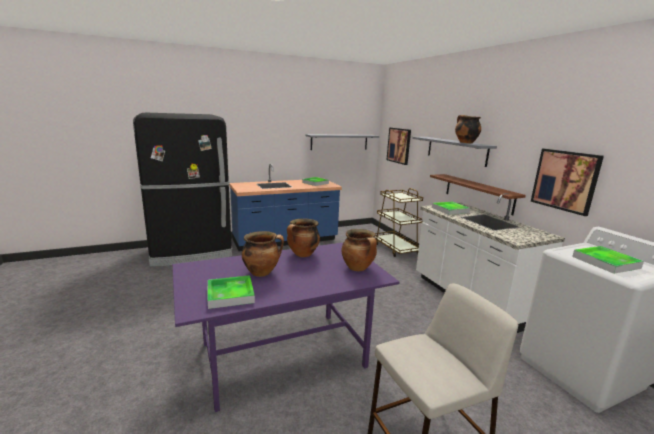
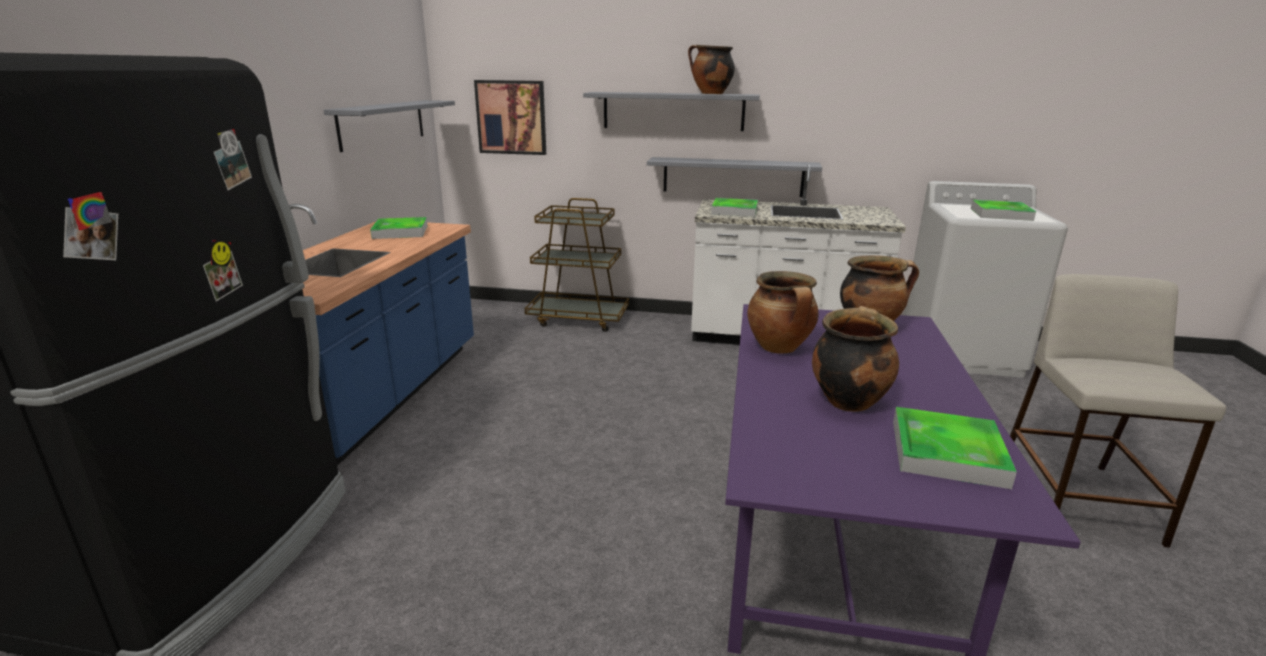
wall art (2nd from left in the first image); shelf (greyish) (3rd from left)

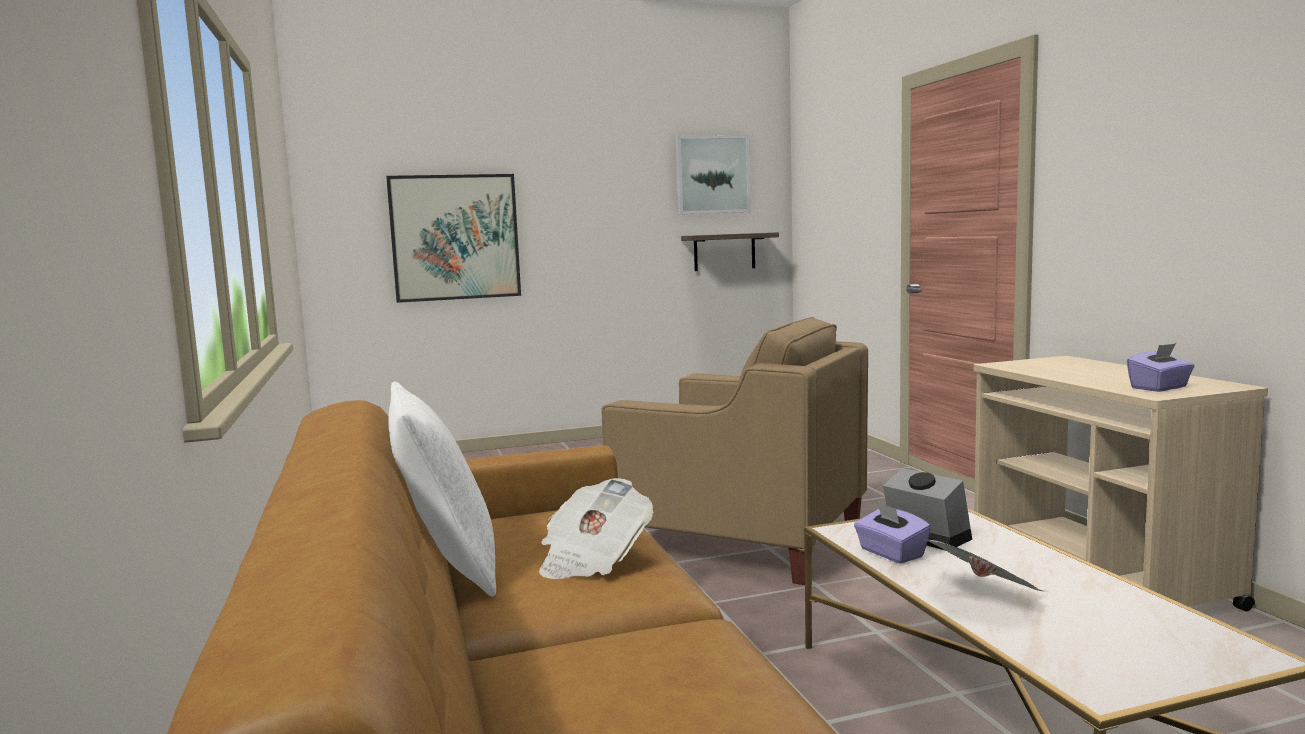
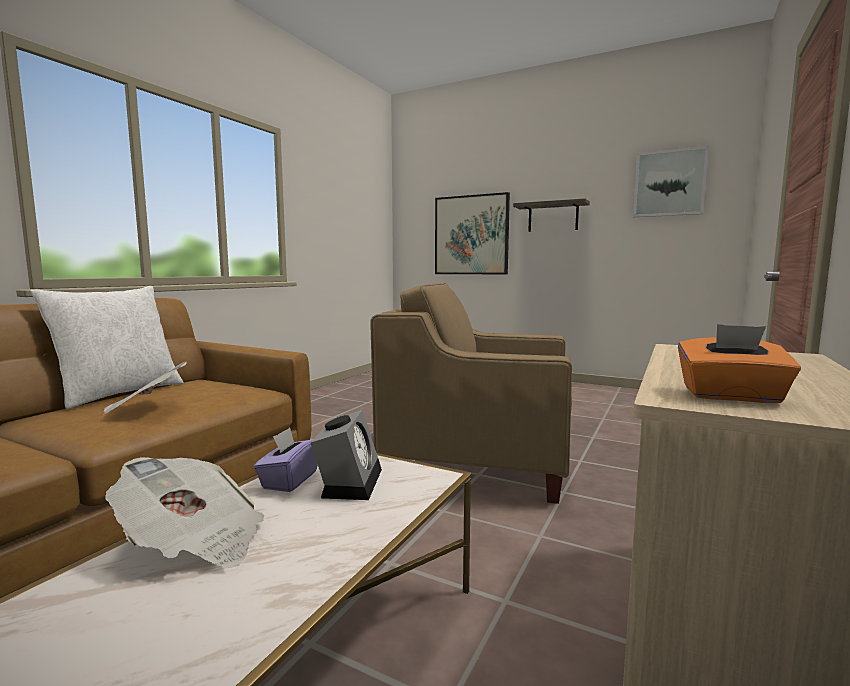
shelf; box of tissues (orange); armchair (beige)

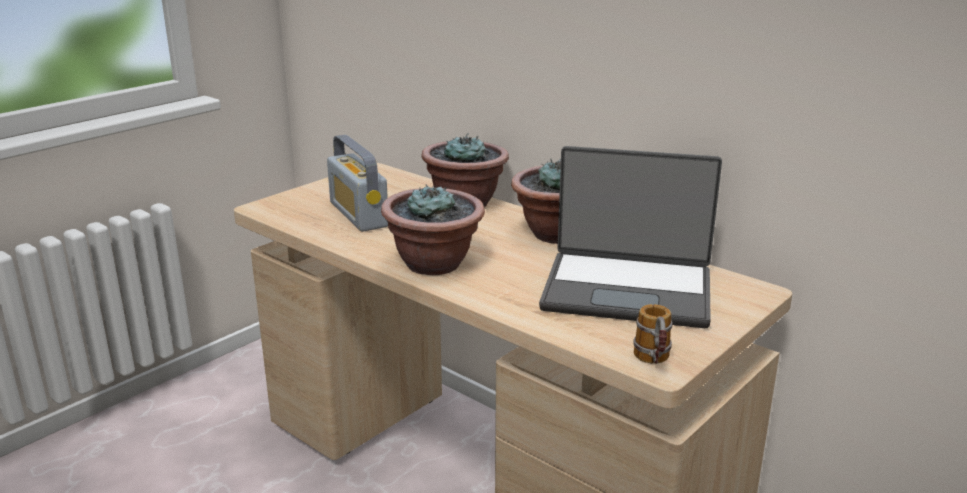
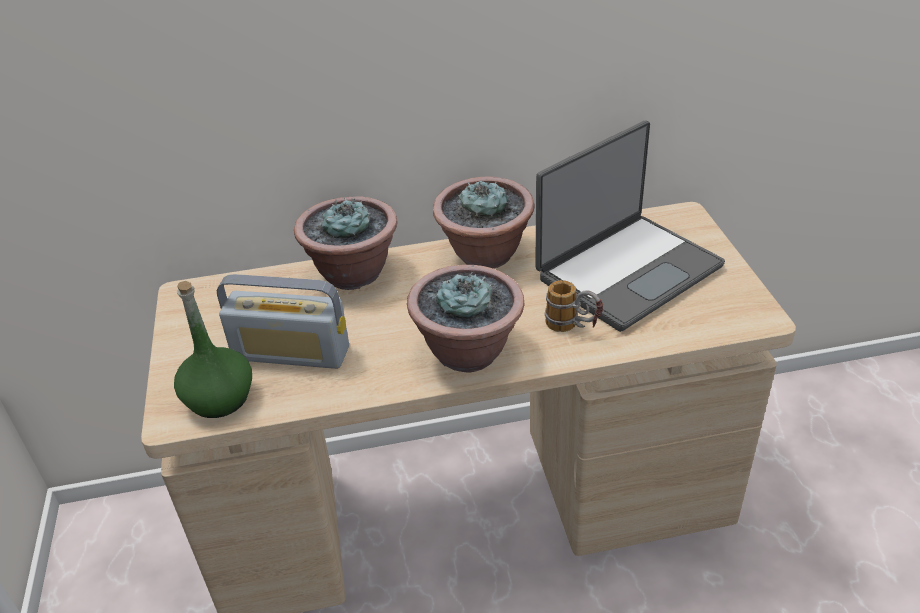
beverage bottle (green-coloured); coffee mug

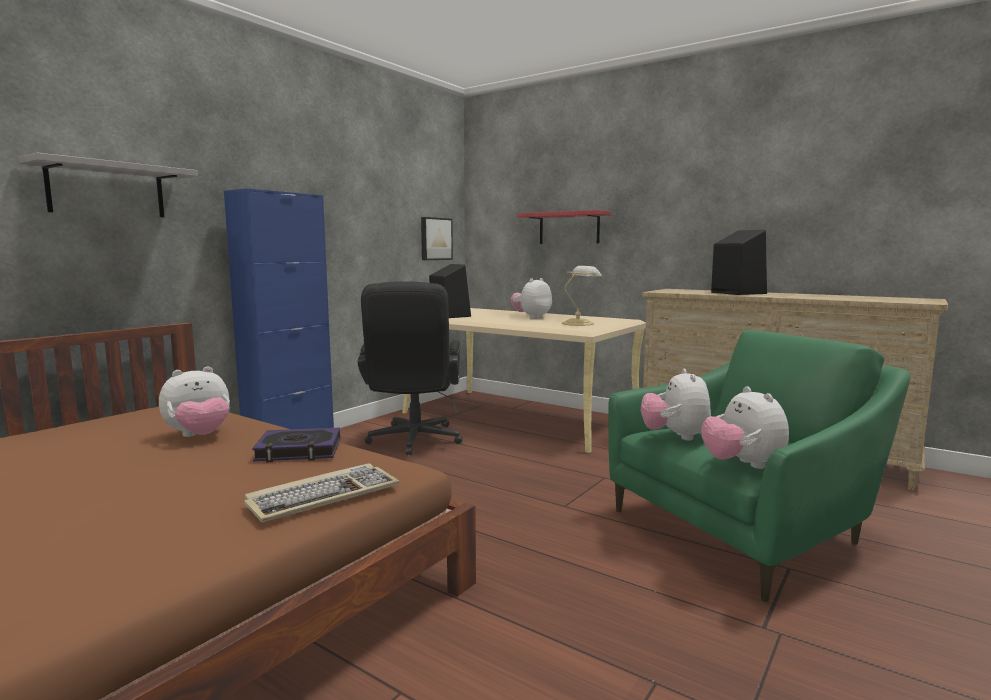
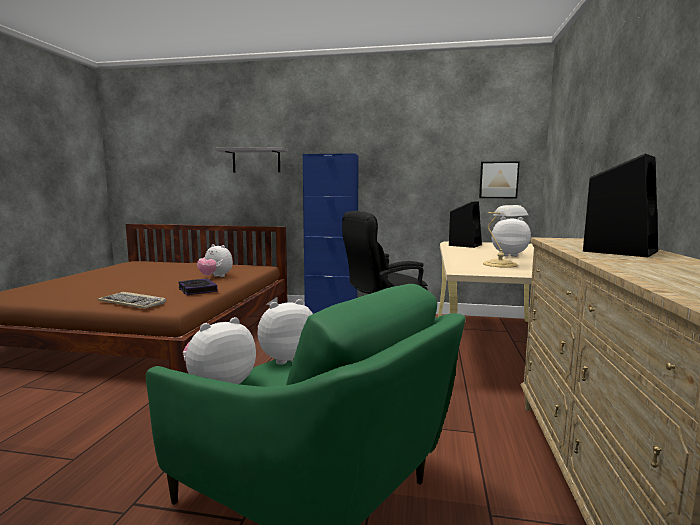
shelf (reddish)

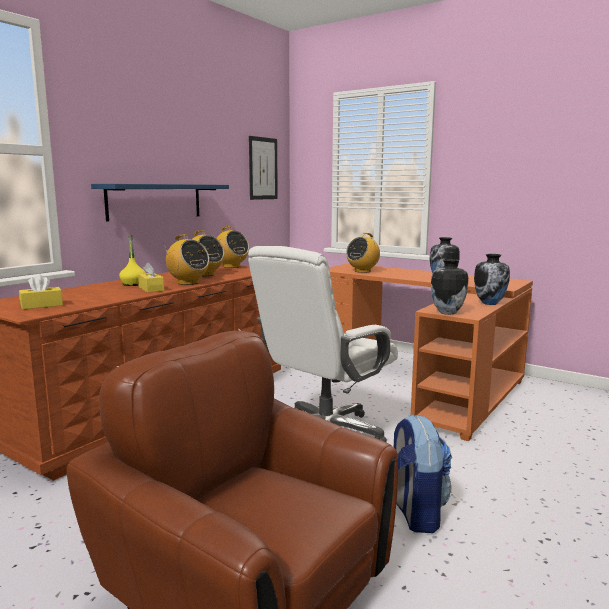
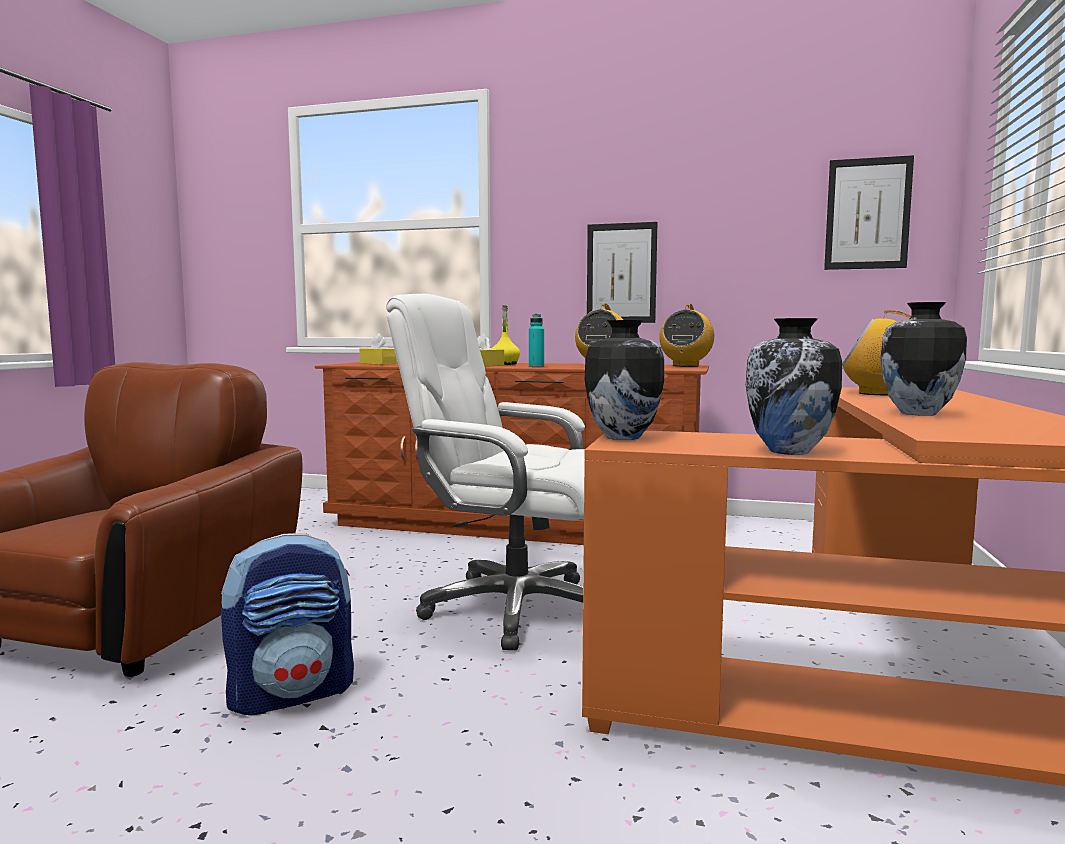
wall art (1st from left); beverage bottle (turquoise-coloured)

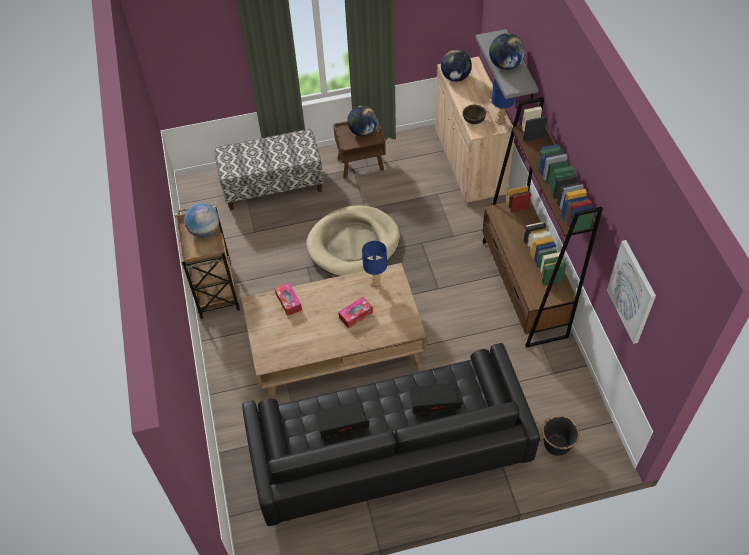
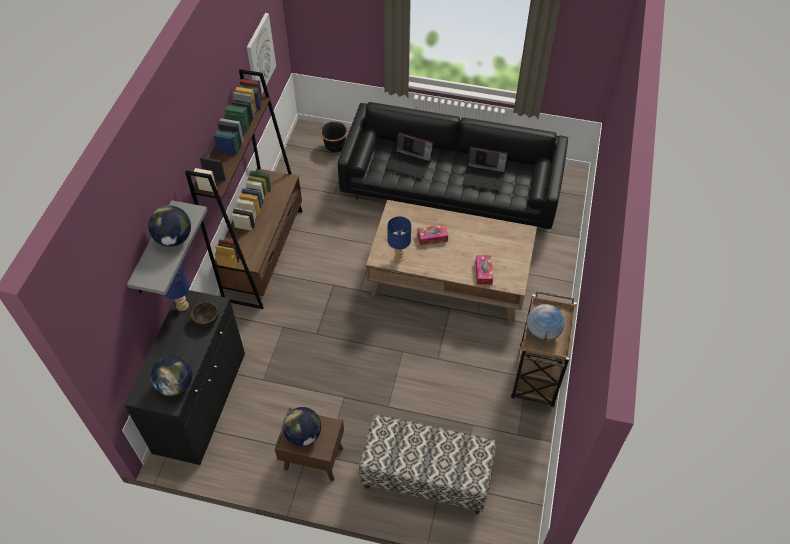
dog cushion (beige); cabinet (black)

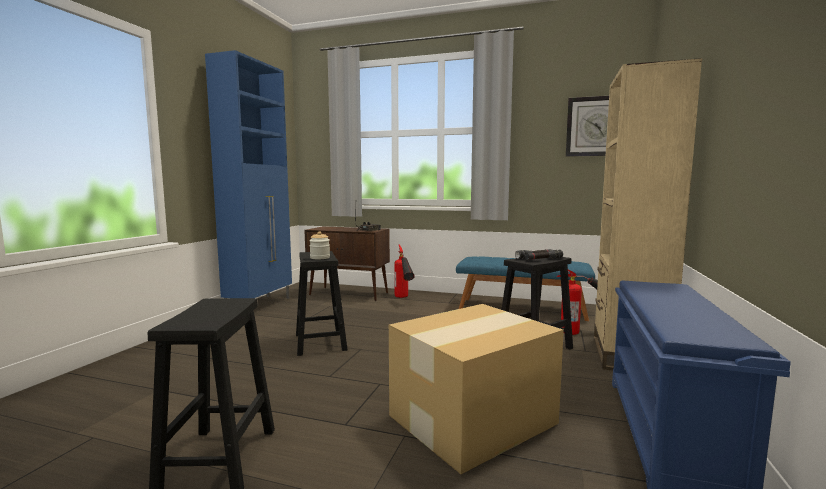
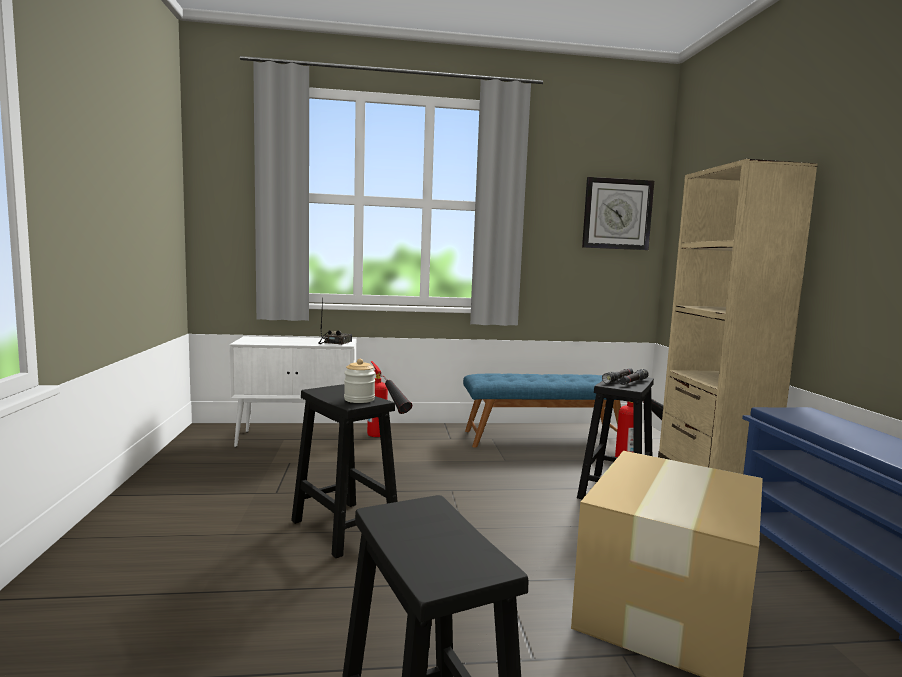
cabinet (blue-coloured); cabinet (white)

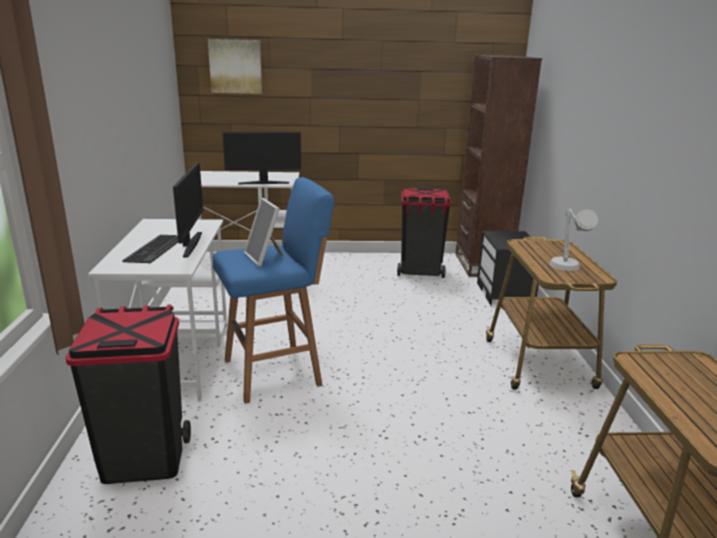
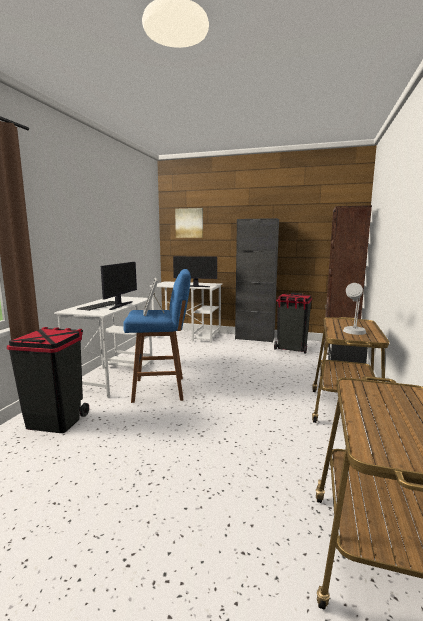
cabinet (black)

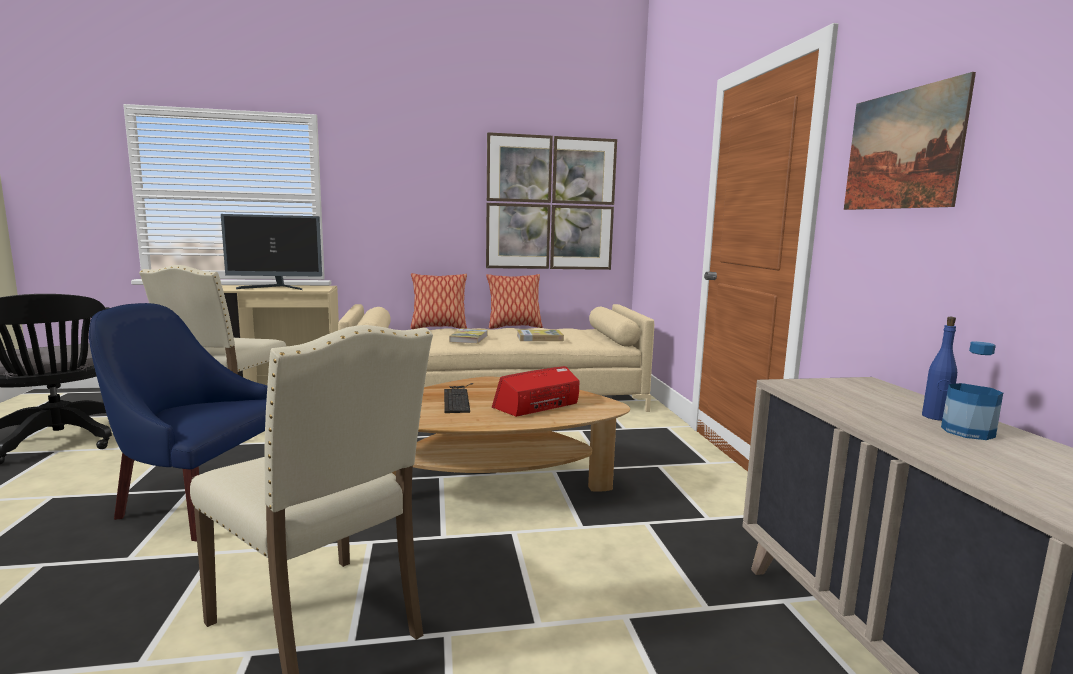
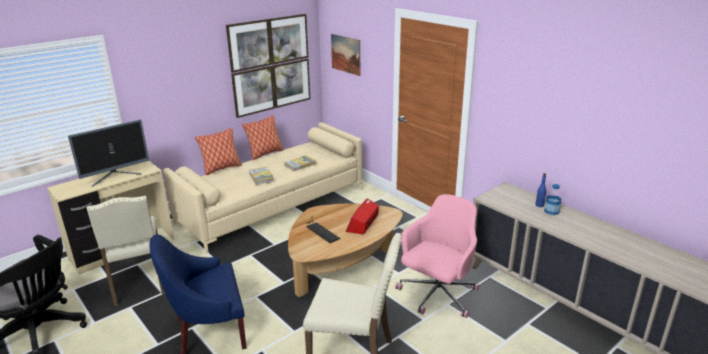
office chair (pink-coloured); wall art (2nd from left)

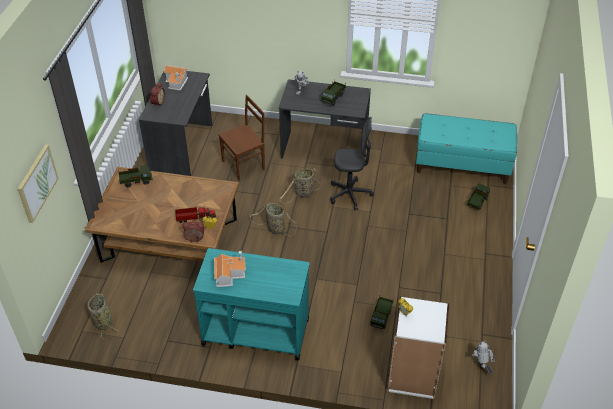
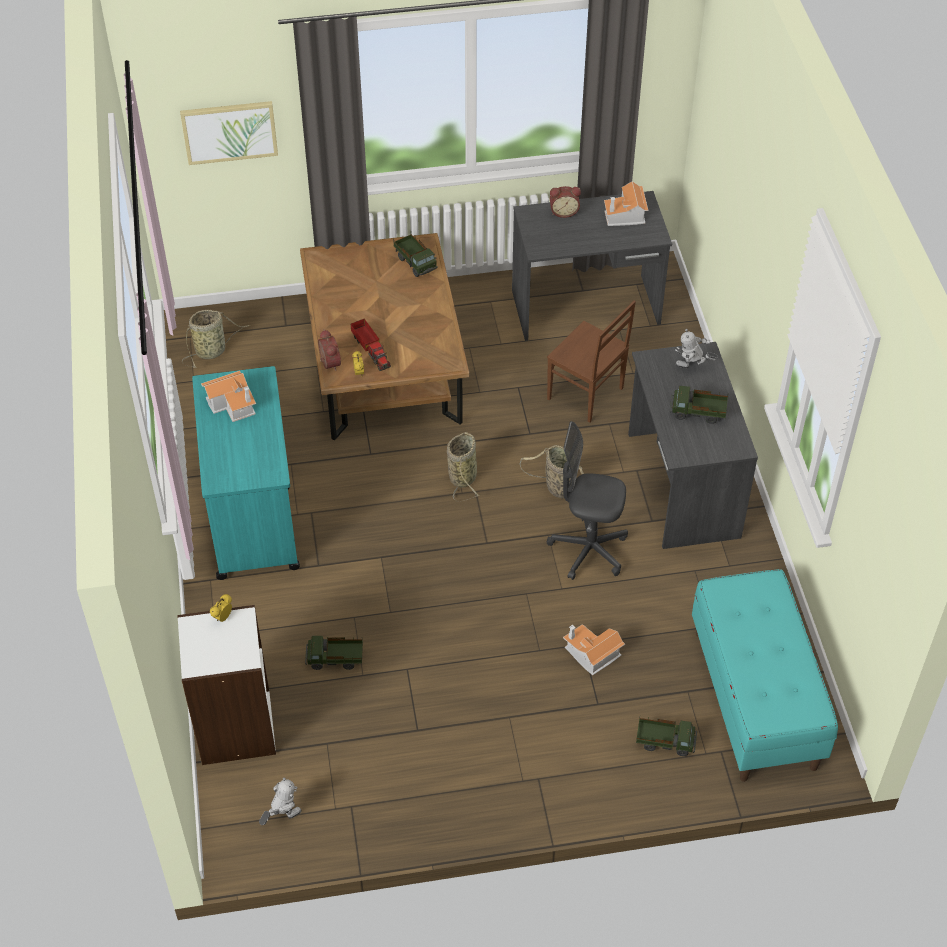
miniature house (2nd from left); office chair (greyish)

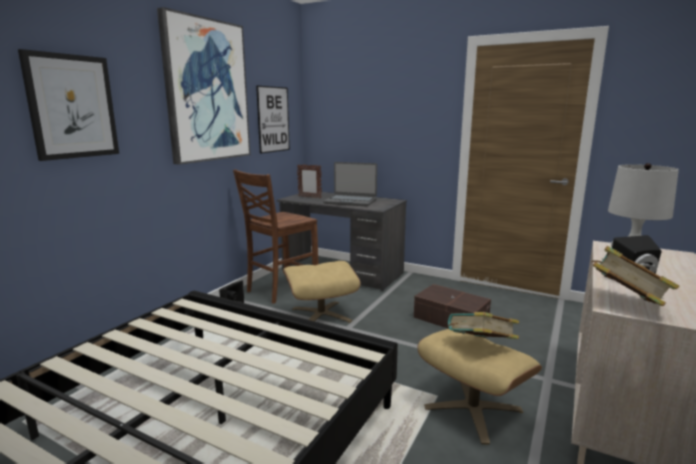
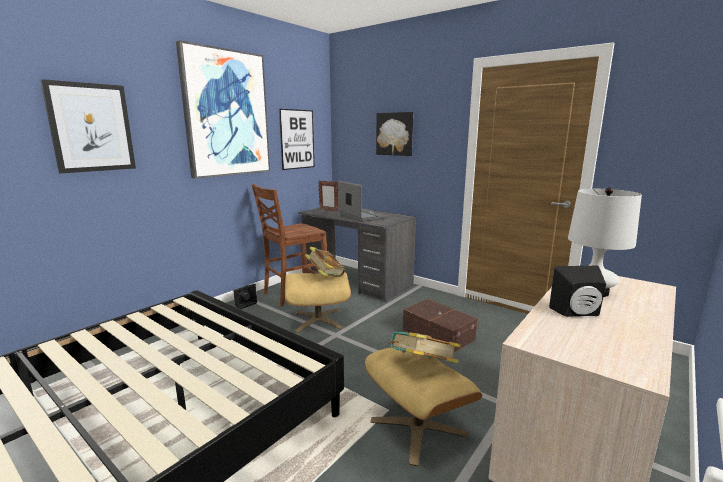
wall art (4th from left); volume (1st from left); portable computer

